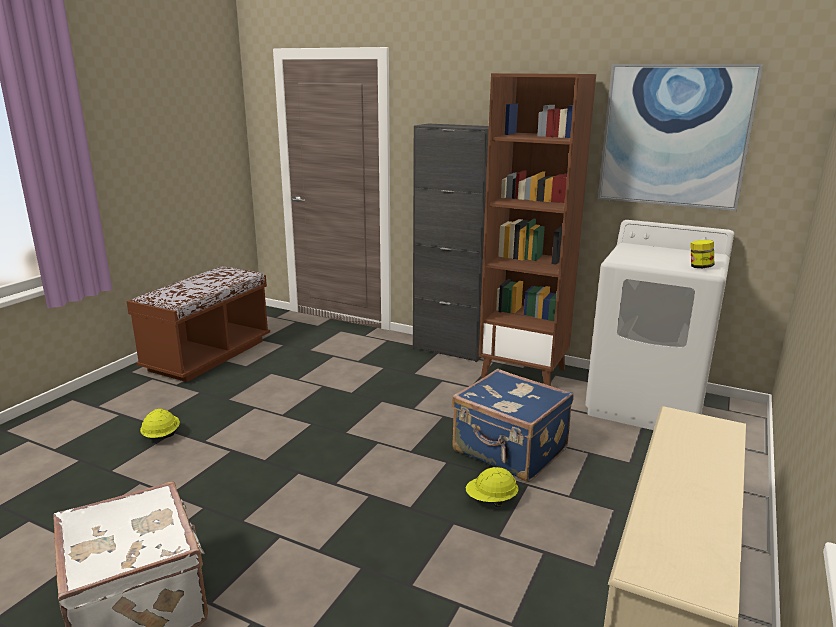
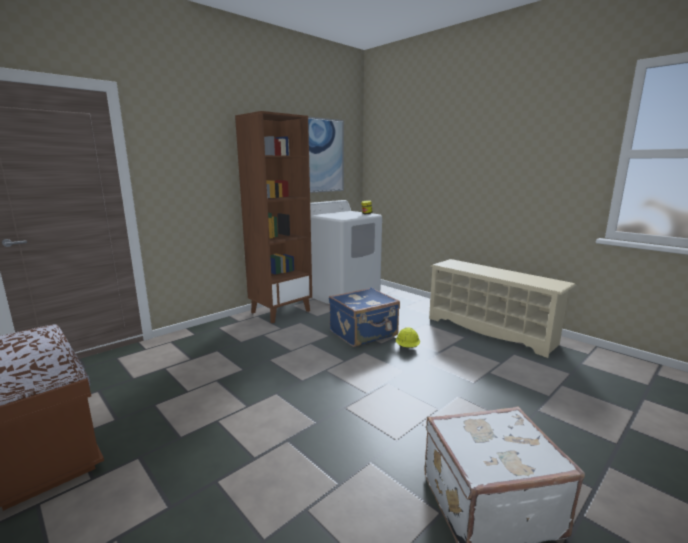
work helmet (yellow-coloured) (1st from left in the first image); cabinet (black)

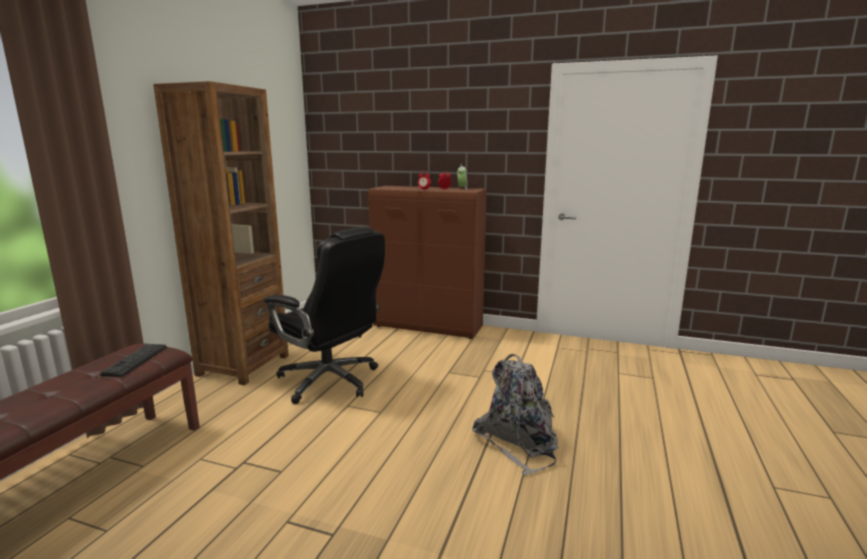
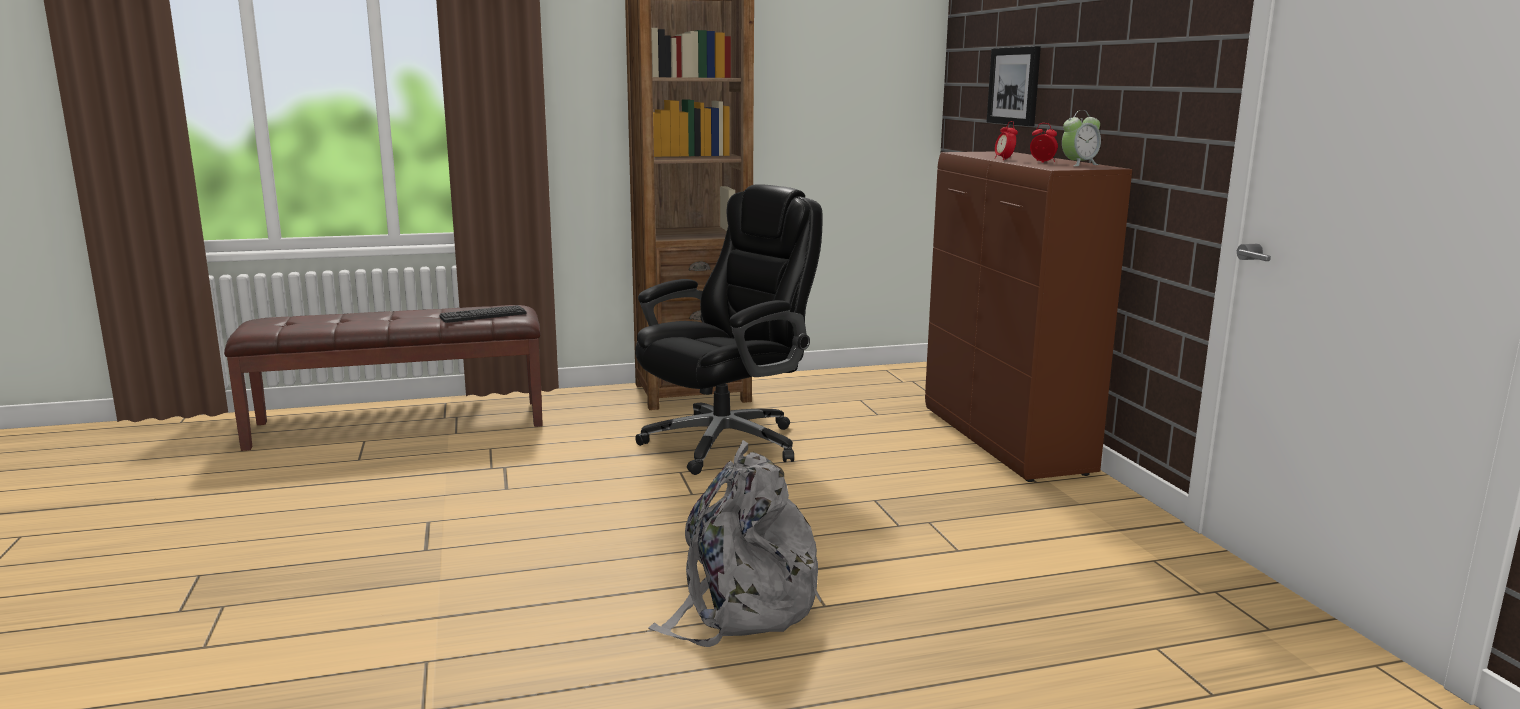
wall art; office chair (black)

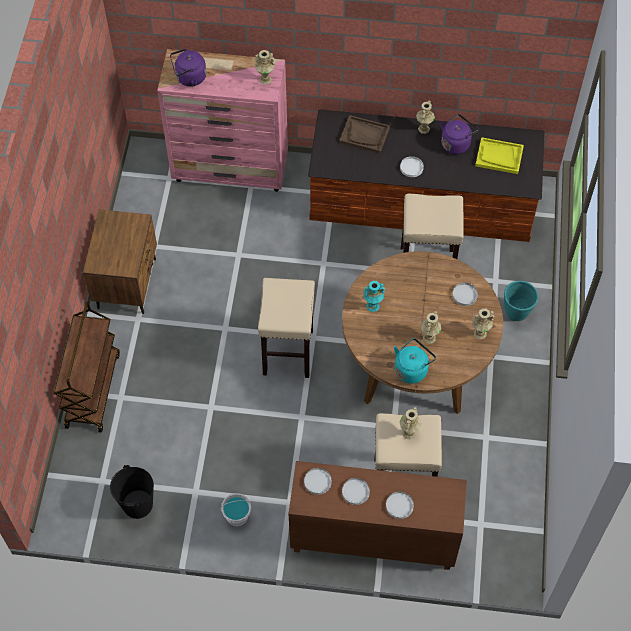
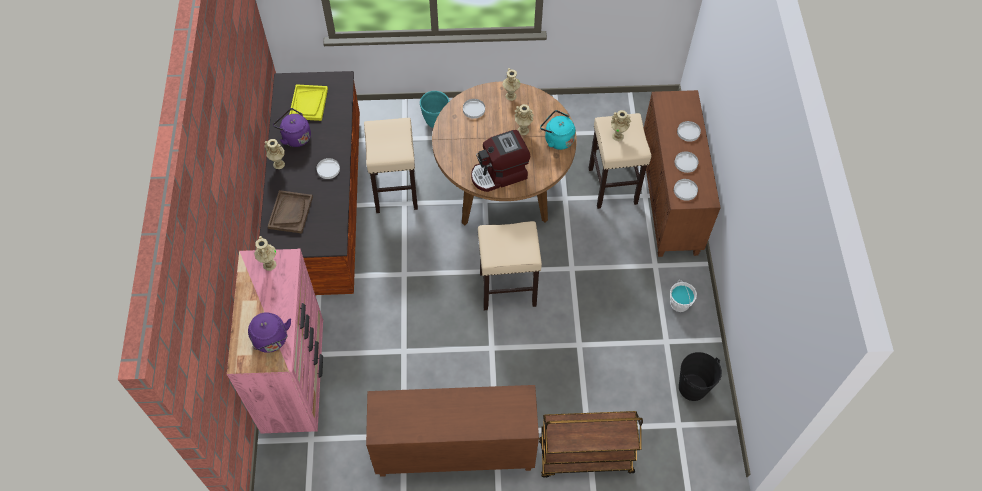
cabinet (brownish) (1st from left); coffee brewer

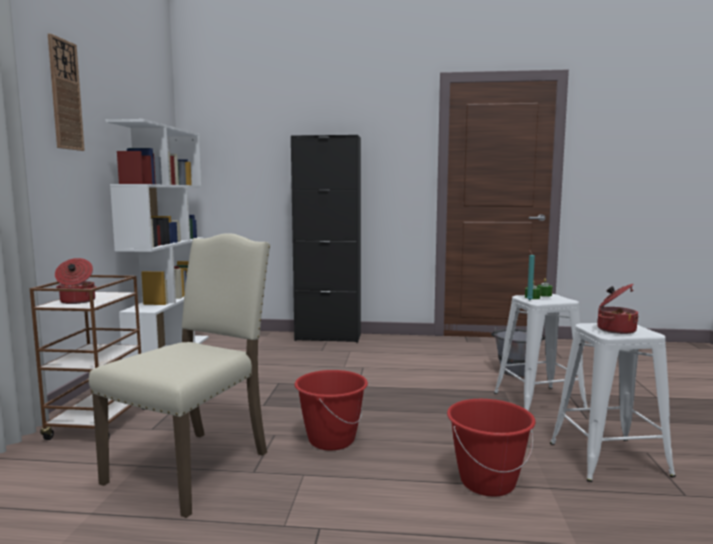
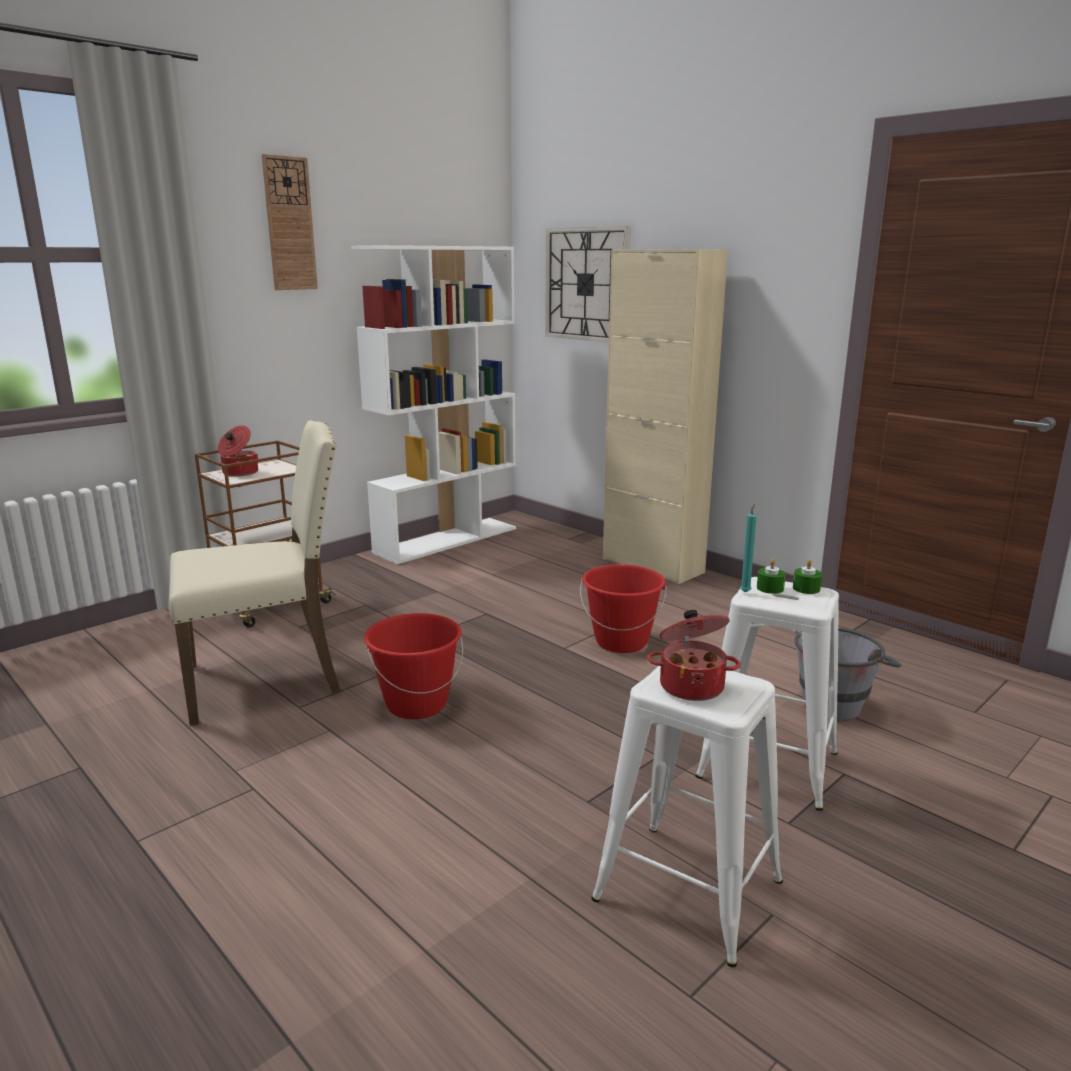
wall clock (2nd from left); bucket (reddish) (2nd from left); cabinet (beige)

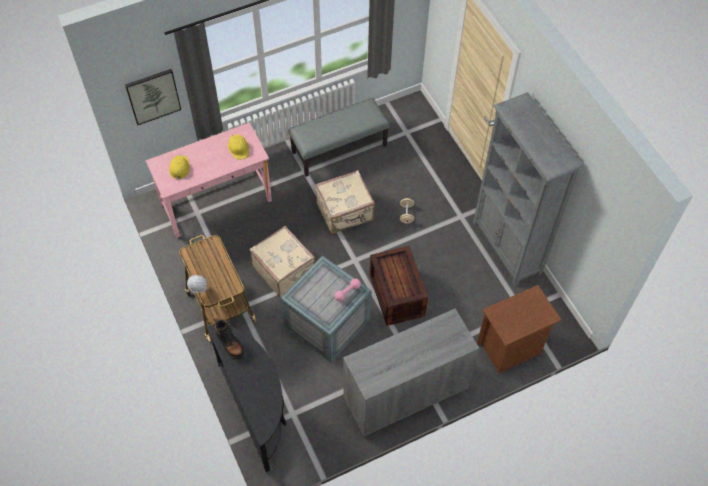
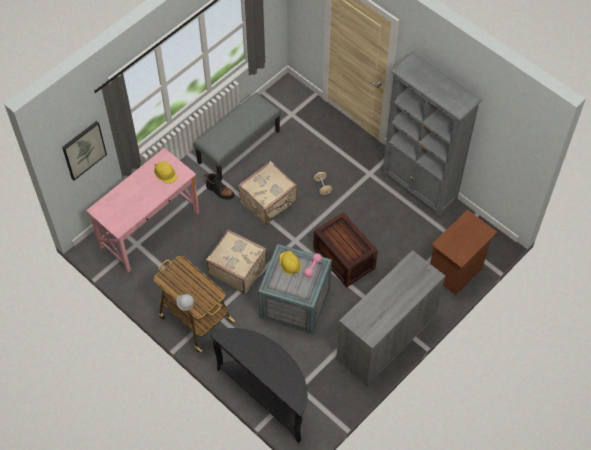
work helmet (yellow-coloured) (2nd from left); boot (black)

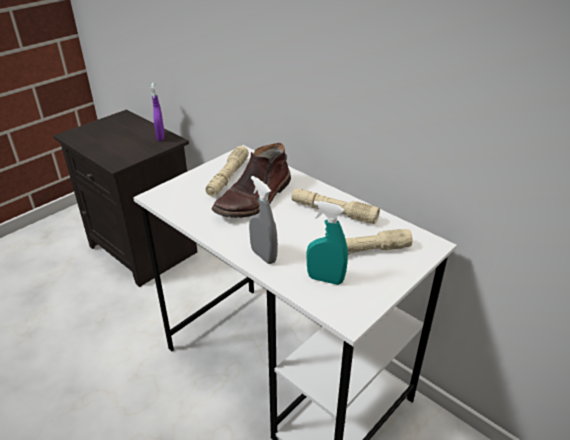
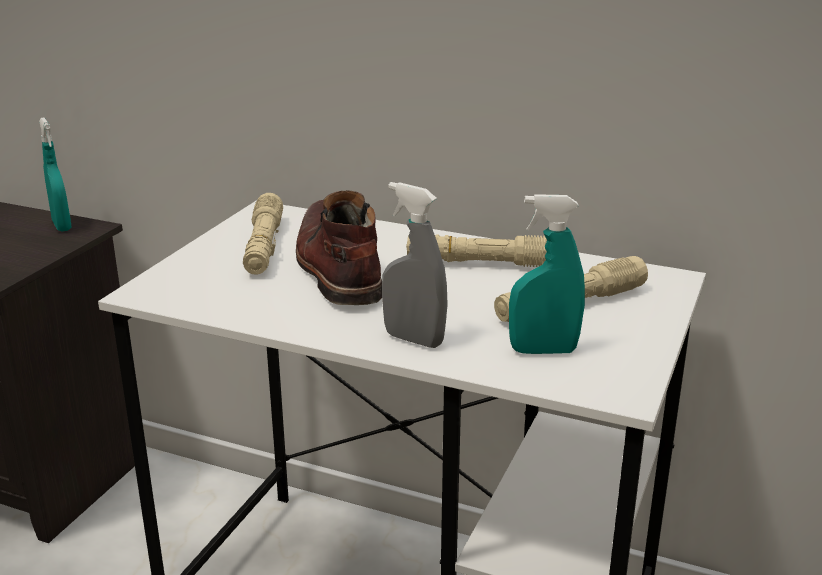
hand sprayer (turquoise-coloured) (1st from left); boot (brownish)

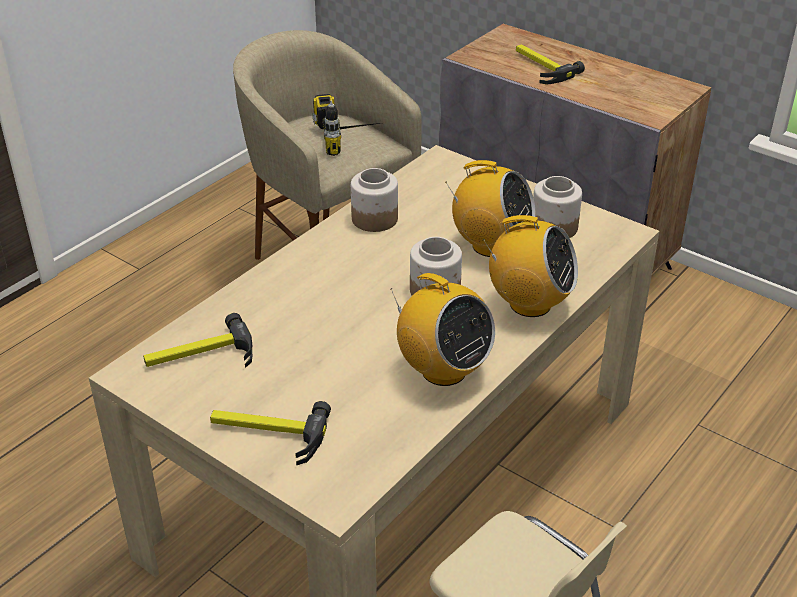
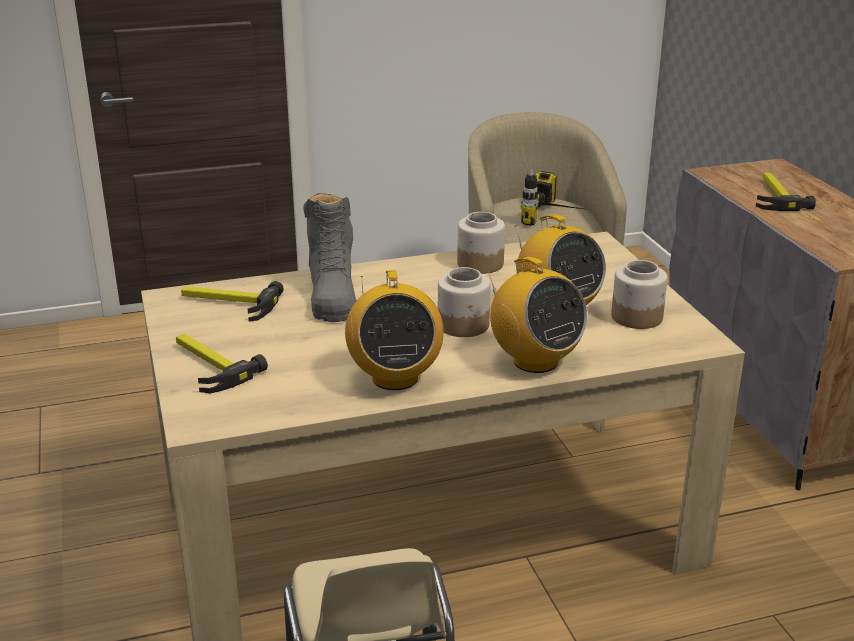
boot (greyish)

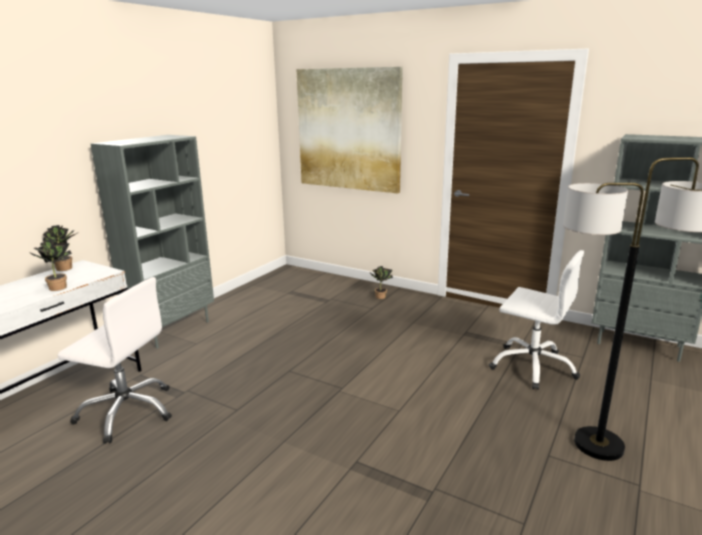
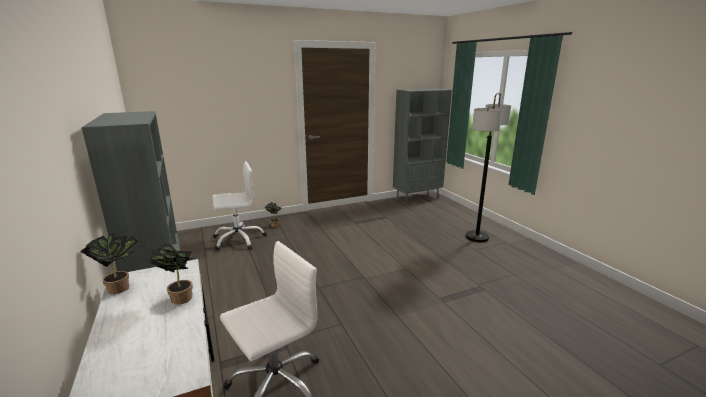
wall art; office chair (white) (1st from left)

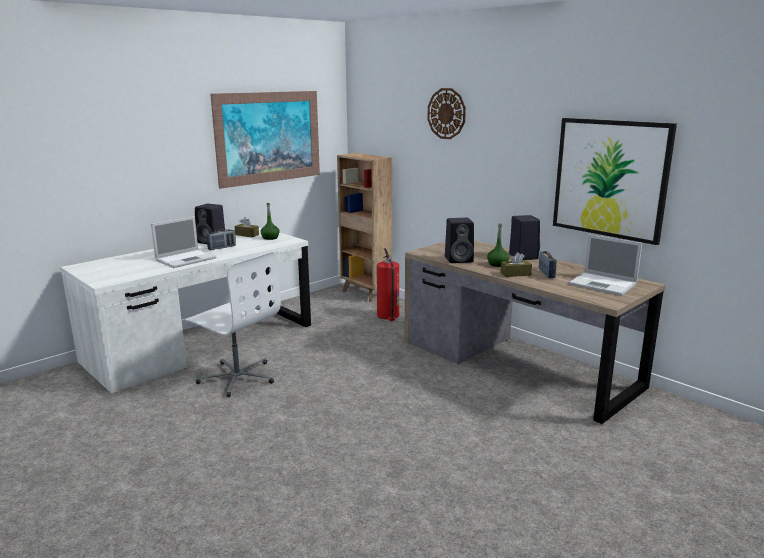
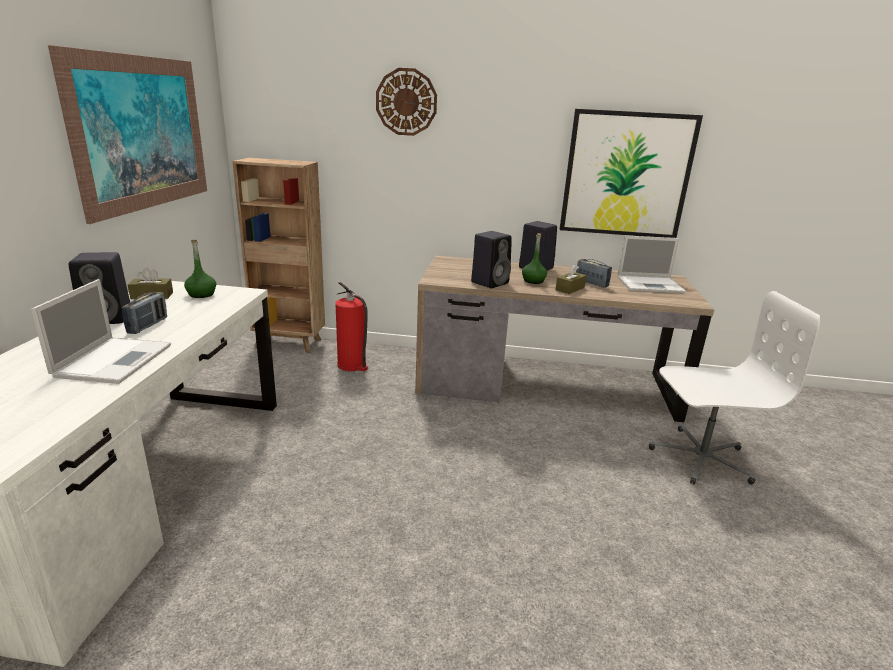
office chair (white)

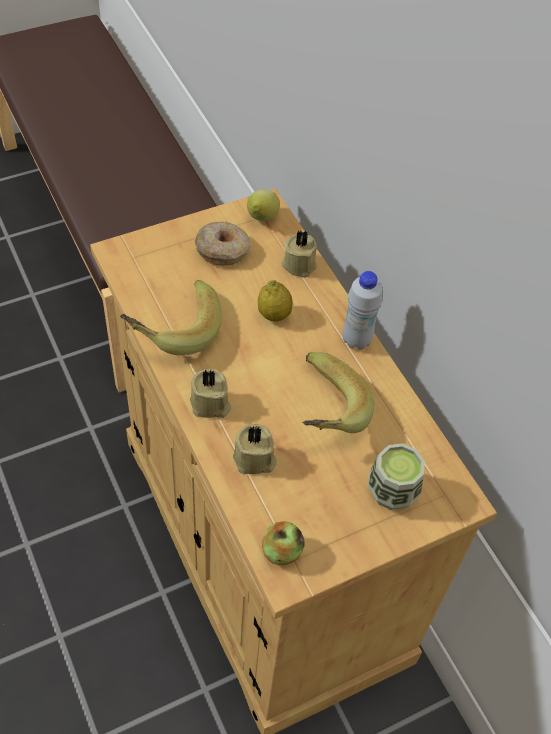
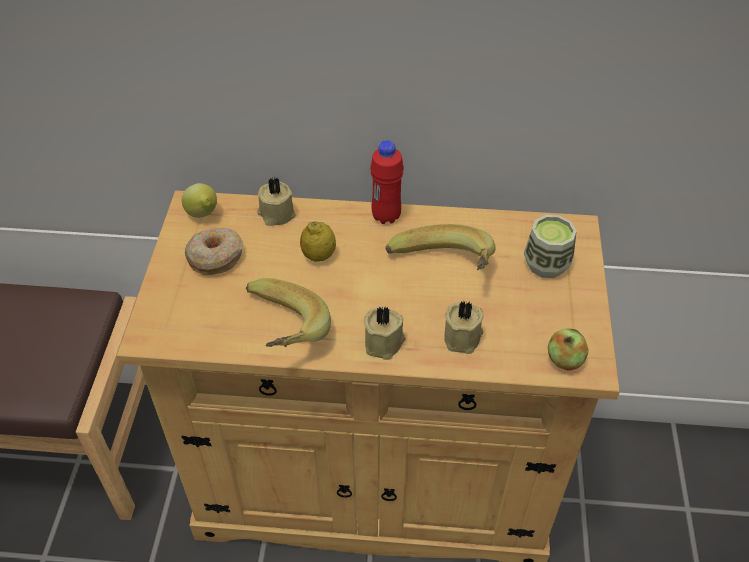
beverage bottle (reddish)

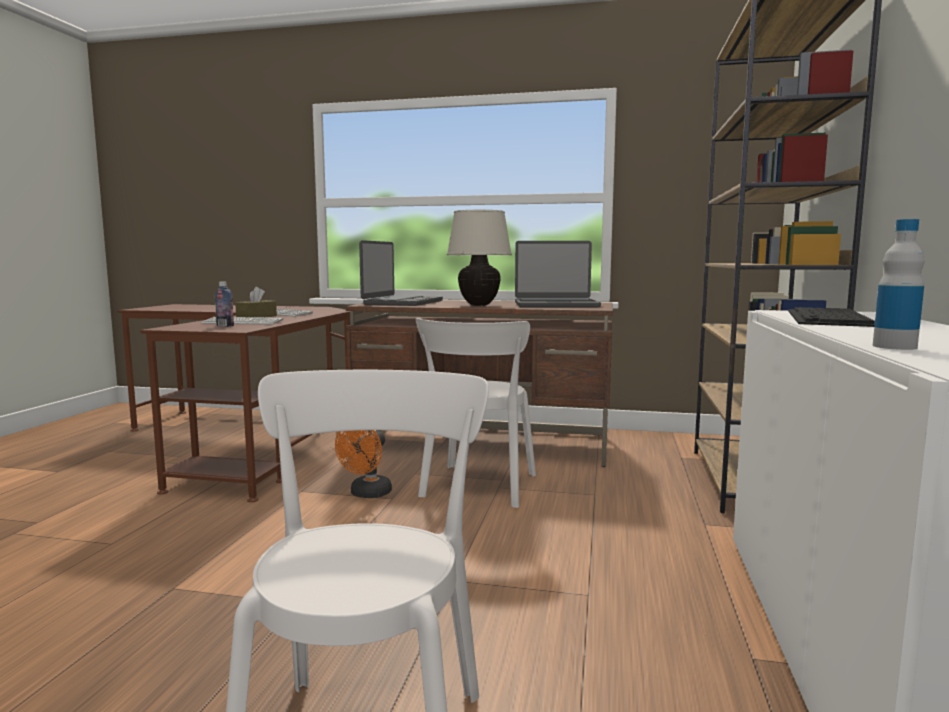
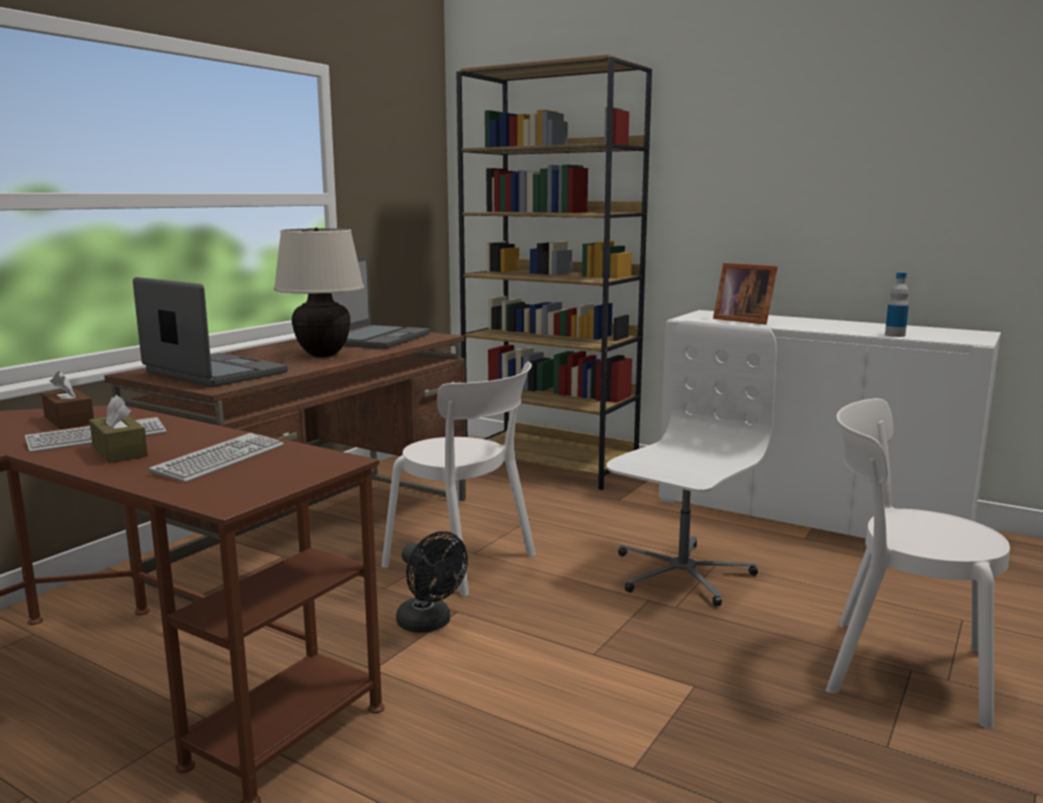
beverage bottle (1st from left in the first image); box of tissues (brownish) (1st from left); office chair (white); picture frame; cooling fan (black)

